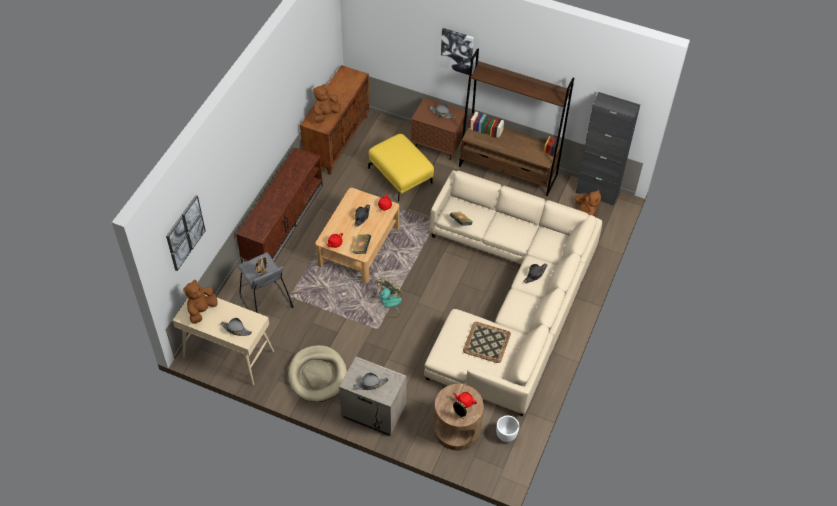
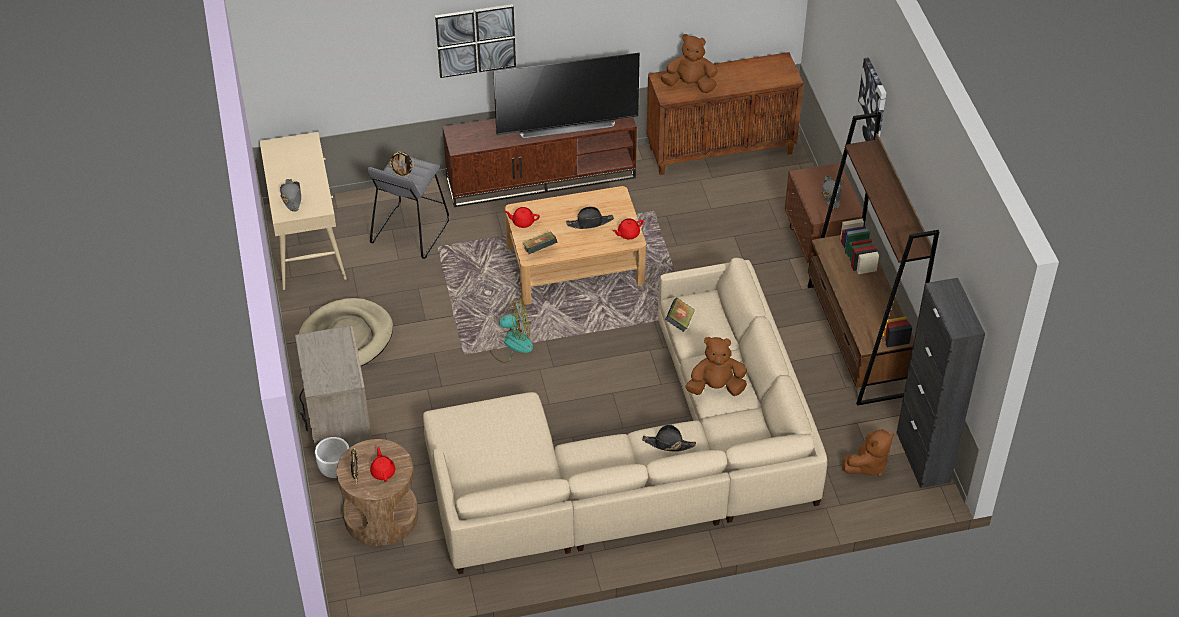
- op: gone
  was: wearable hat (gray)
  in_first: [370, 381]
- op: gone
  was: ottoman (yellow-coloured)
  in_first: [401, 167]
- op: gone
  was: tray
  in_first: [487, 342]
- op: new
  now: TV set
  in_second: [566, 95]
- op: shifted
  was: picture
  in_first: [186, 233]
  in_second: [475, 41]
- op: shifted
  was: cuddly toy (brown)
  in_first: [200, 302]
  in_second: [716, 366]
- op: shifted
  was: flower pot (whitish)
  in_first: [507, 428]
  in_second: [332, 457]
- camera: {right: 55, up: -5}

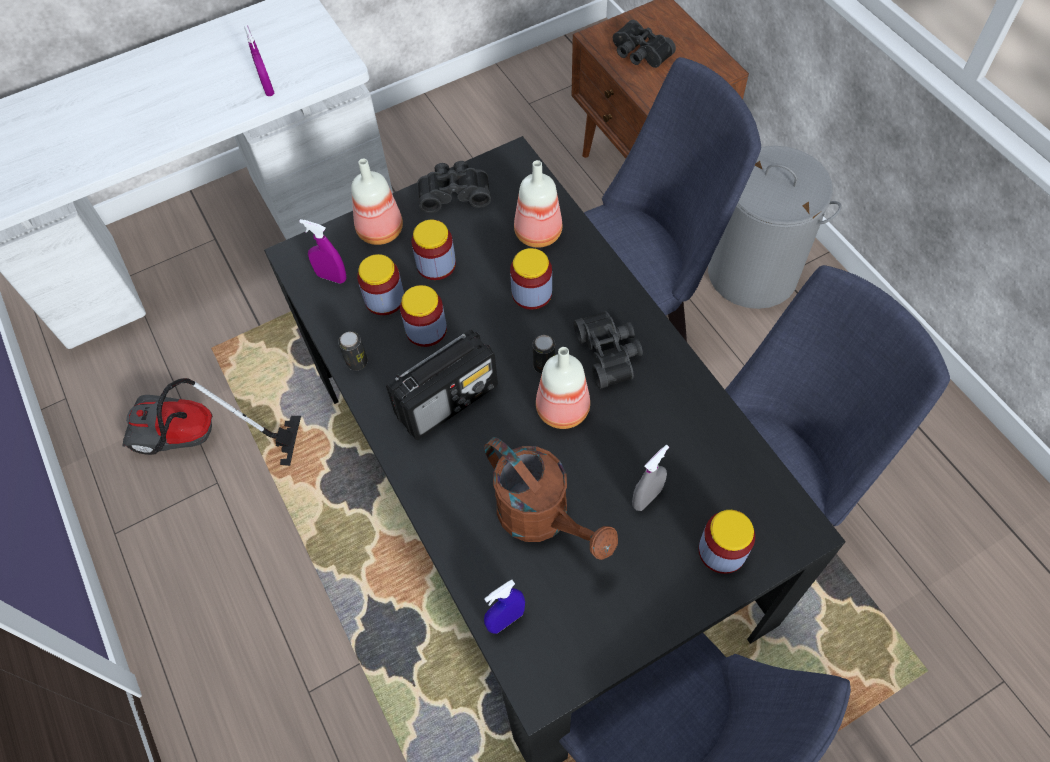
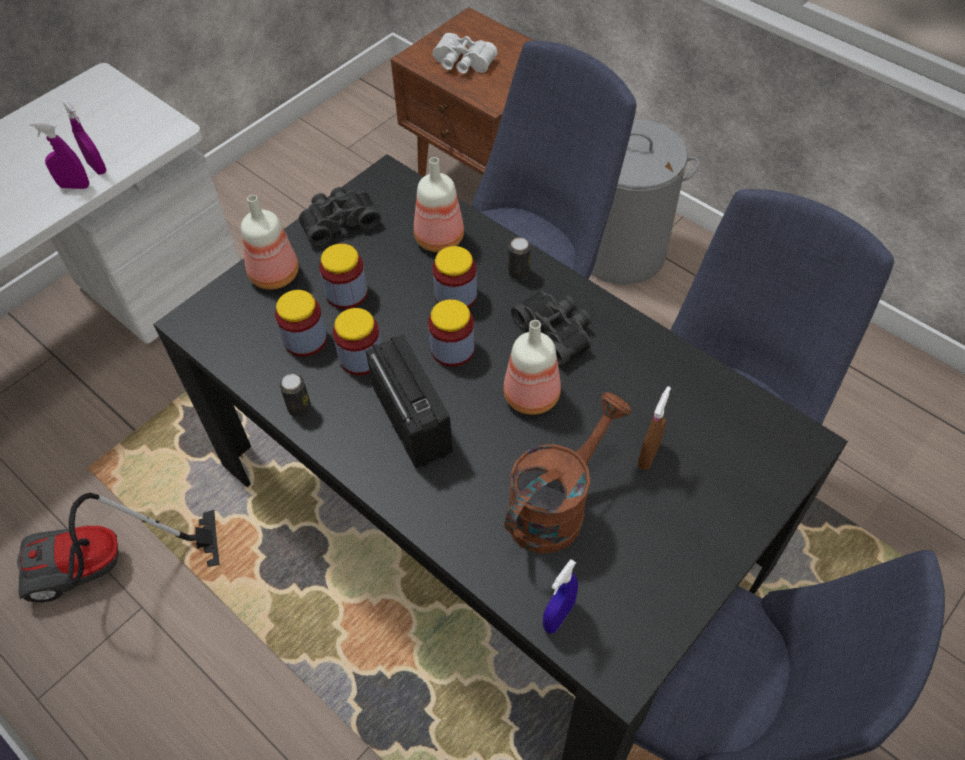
- op: shifted
  was: spray bottle (purplish)
  in_first: [323, 251]
  in_second: [59, 155]
- op: shifted
  was: metal can
  in_first: [544, 354]
  in_second: [519, 258]
- op: shifted
  was: preserve jar
  in_first: [726, 542]
  in_second: [451, 333]
- op: repainted
  was: pair of binoculars (black)
  now: pair of binoculars (whitish)
  in_first: [644, 44]
  in_second: [465, 53]
- op: repainted
  was: spray bottle (gray)
  now: spray bottle (brown)
  in_first: [650, 478]
  in_second: [654, 428]
- op: rotated
  was: radio receiver
  in_first: [442, 385]
  in_second: [409, 401]
  clockwise: -60
- op: rotated
  was: sprinkling can (brown)
  in_first: [551, 498]
  in_second: [567, 473]
  clockwise: -75
- camera: {right: -20, up: -5}

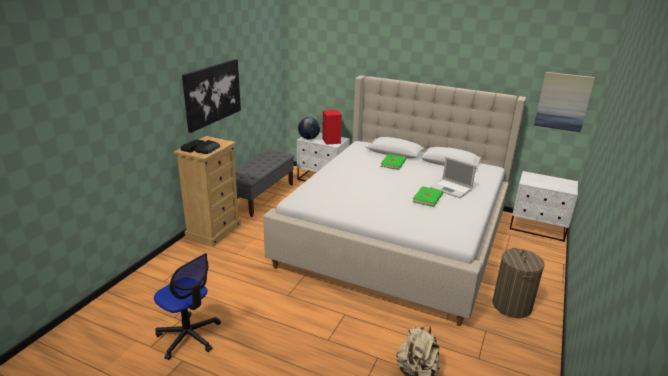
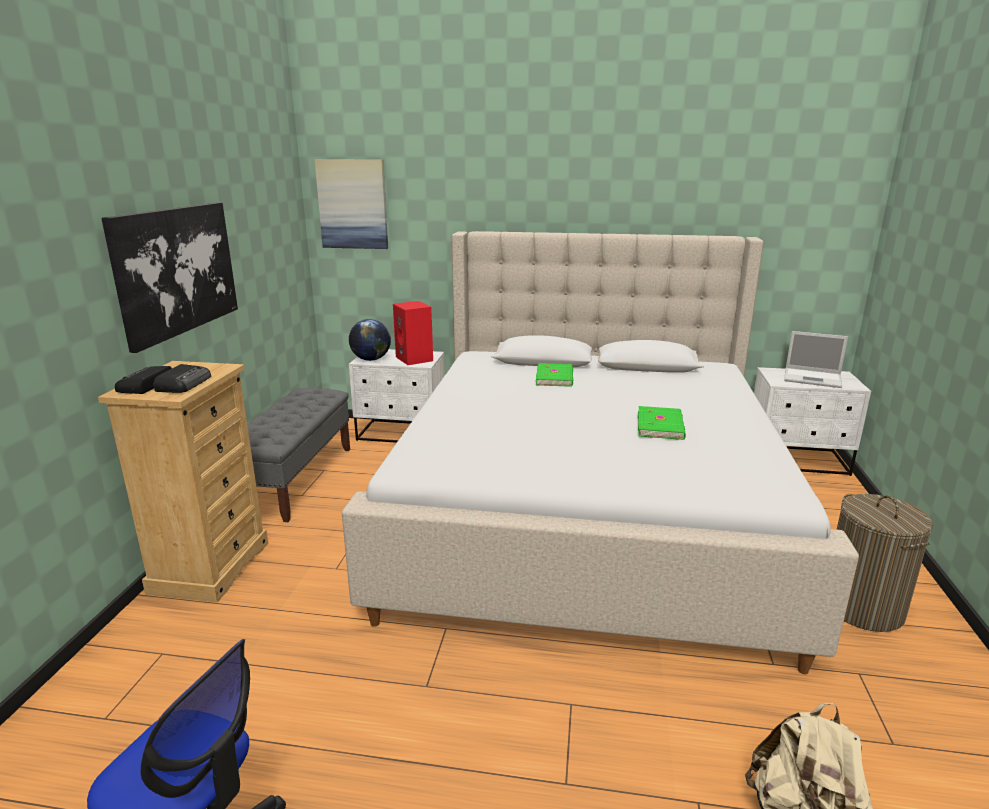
- op: shifted
  was: portable computer
  in_first: [453, 177]
  in_second: [816, 359]
- op: shifted
  was: picture
  in_first: [564, 102]
  in_second: [351, 204]
- camera: {right: -15, up: -5}

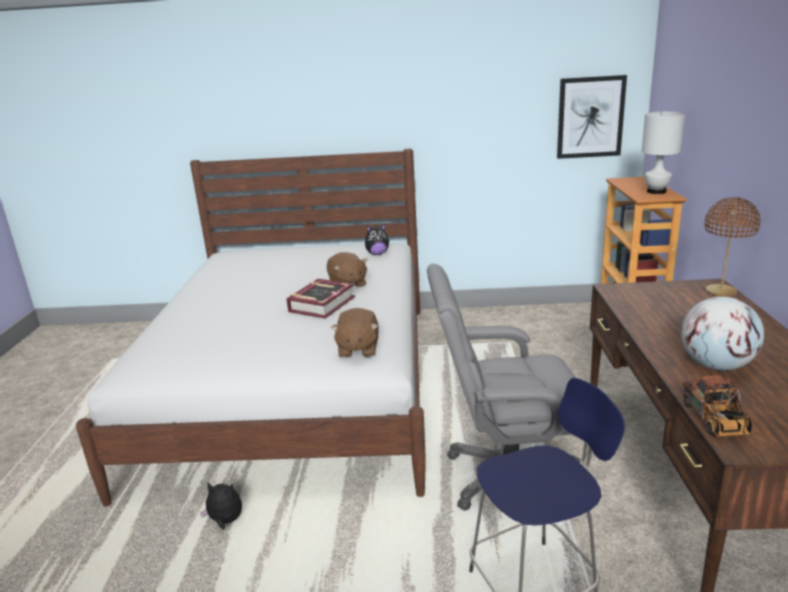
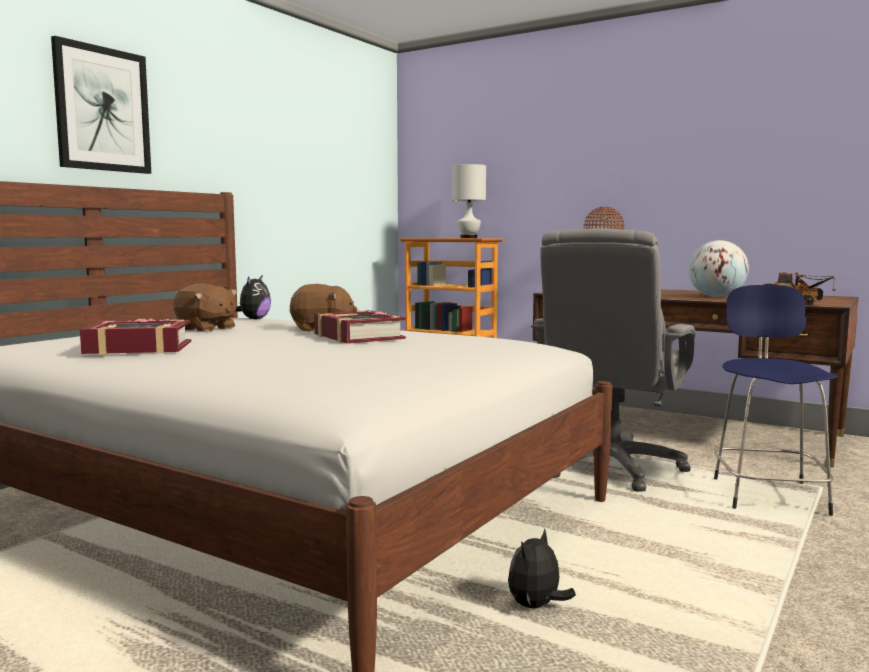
- op: new
  now: bound book
  in_second: [135, 336]
- op: shifted
  was: cuddly toy (brown)
  in_first: [355, 333]
  in_second: [205, 307]
- op: shifted
  was: picture
  in_first: [592, 117]
  in_second: [101, 105]
- camera: {right: -60, up: -15}

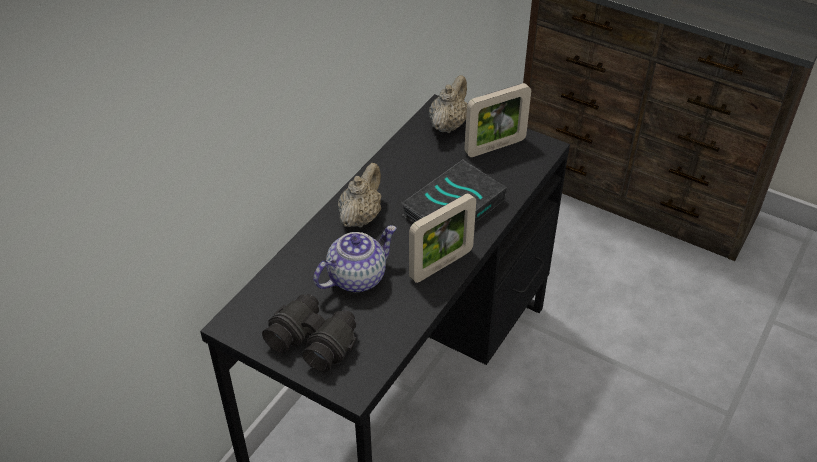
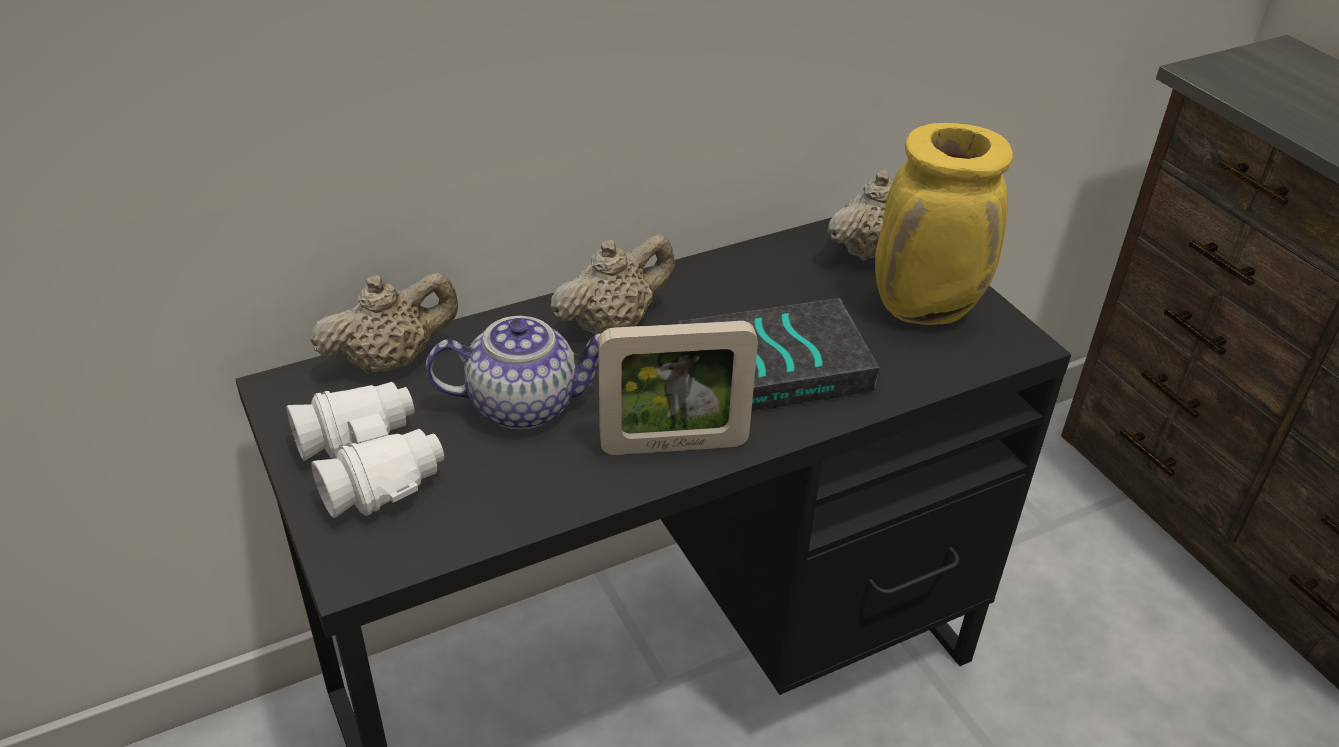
- op: new
  now: teapot (beige-coloured)
  in_second: [384, 324]
- op: swapped
  was: photo frame
  now: flower vase (yellow-coloured)
  in_first: [497, 120]
  in_second: [944, 224]
- op: repainted
  was: pair of binoculars (black)
  now: pair of binoculars (whitish)
  in_first: [309, 333]
  in_second: [365, 450]
- camera: {right: 30, up: -5}

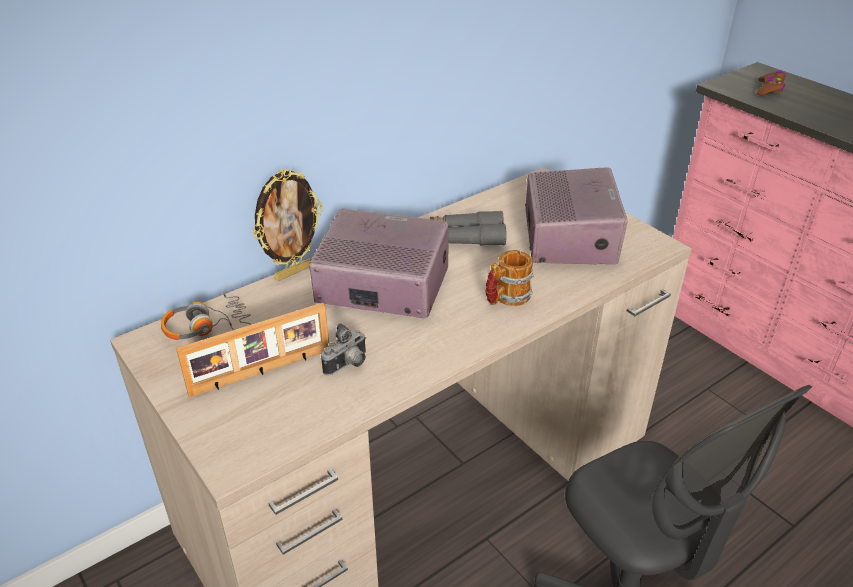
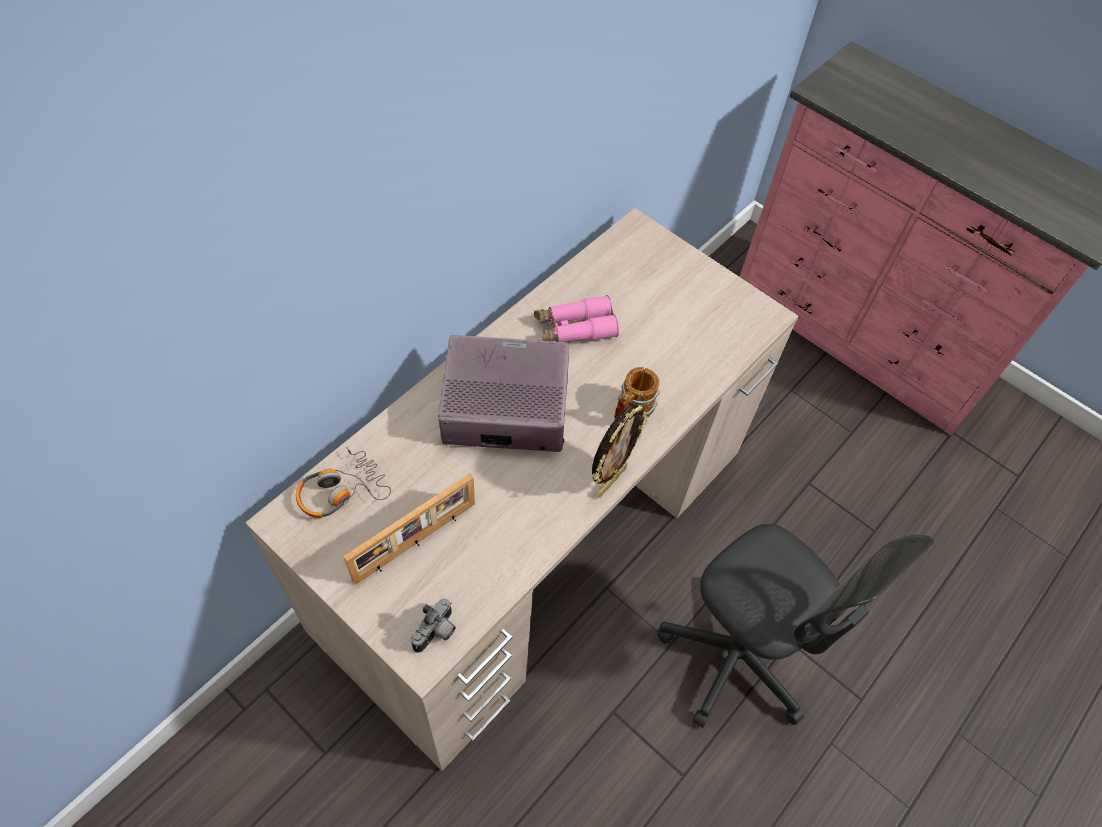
- op: gone
  was: radio receiver
  in_first: [576, 215]
- op: gone
  was: gamepad (brown)
  in_first: [771, 83]
- op: shifted
  was: photo frame
  in_first: [288, 225]
  in_second: [620, 451]
- op: shifted
  was: still camera
  in_first: [343, 349]
  in_second: [433, 626]
- op: repainted
  was: pair of binoculars (gray)
  now: pair of binoculars (pinkish)
  in_first: [468, 228]
  in_second: [576, 318]
- camera: {right: -15, up: 20}

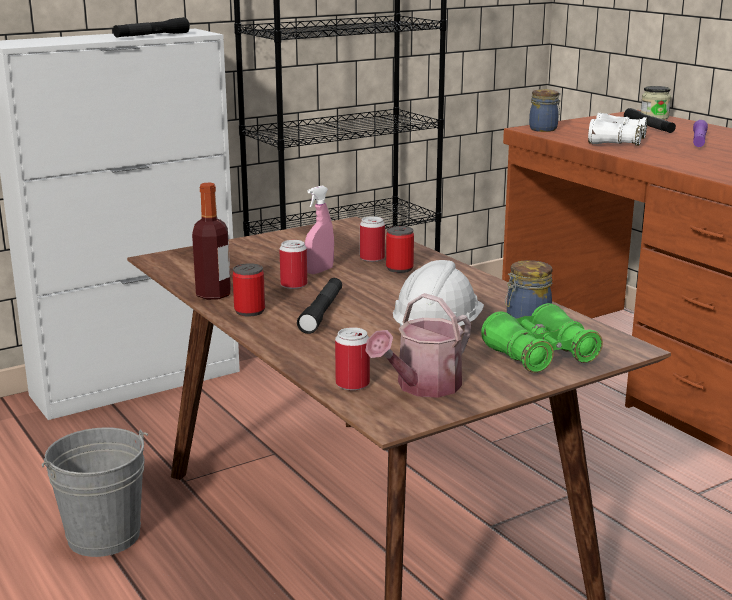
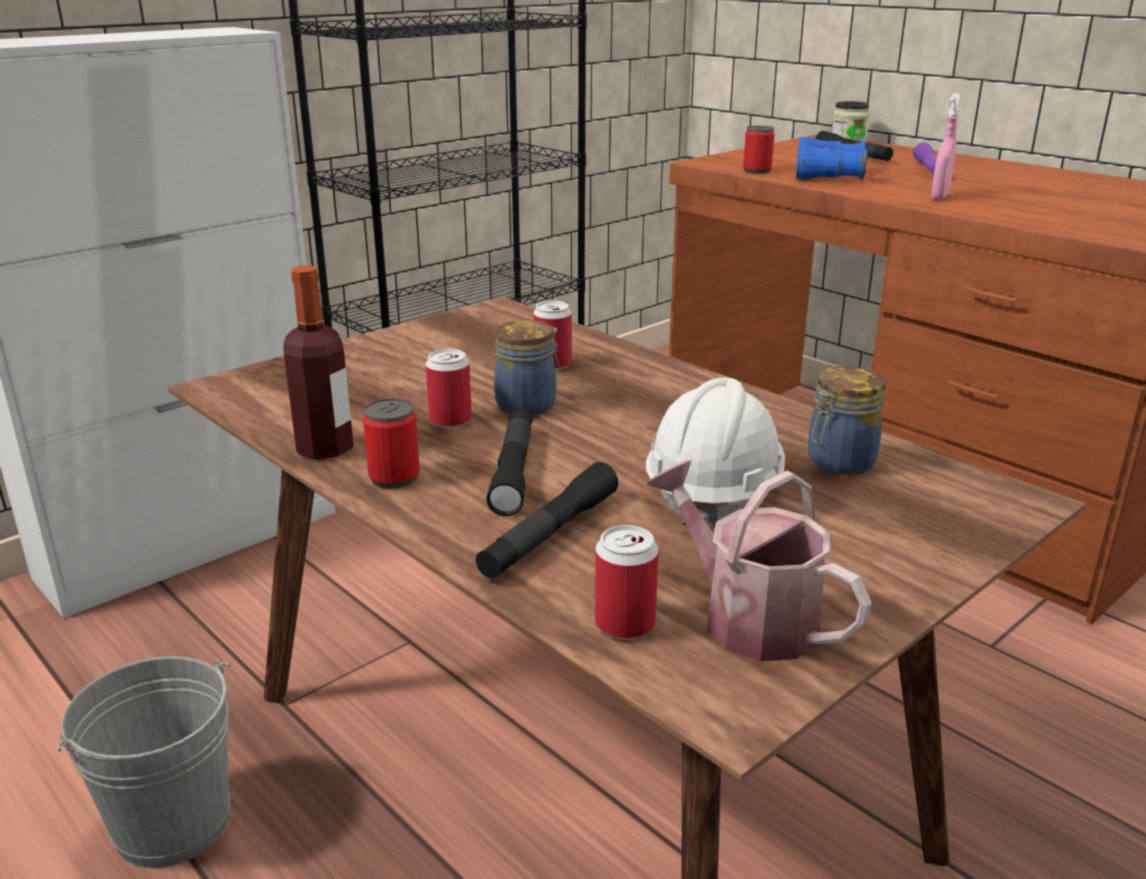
- op: gone
  was: pair of binoculars (green)
  in_first: [542, 338]
- op: shifted
  was: flashlight (black)
  in_first: [151, 27]
  in_second: [547, 520]
- op: shifted
  was: spray bottle (pinkish)
  in_first: [319, 230]
  in_second: [945, 146]
- op: shifted
  was: metal can
  in_first: [400, 249]
  in_second: [759, 150]
- op: shifted
  was: preserve jar
  in_first: [544, 110]
  in_second: [526, 368]
- op: repainted
  was: pair of binoculars (whitish)
  now: pair of binoculars (blue-coloured)
  in_first: [617, 129]
  in_second: [831, 158]
- op: rotated
  was: sprinkling can
  in_first: [418, 345]
  in_second: [759, 560]
  clockwise: 105
- camera: {right: -10, up: 5}

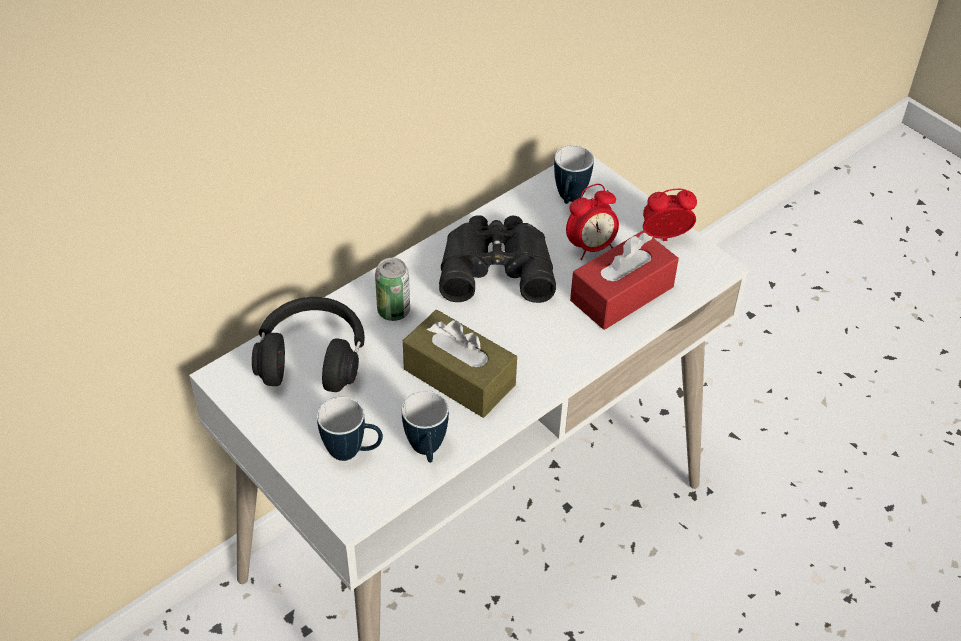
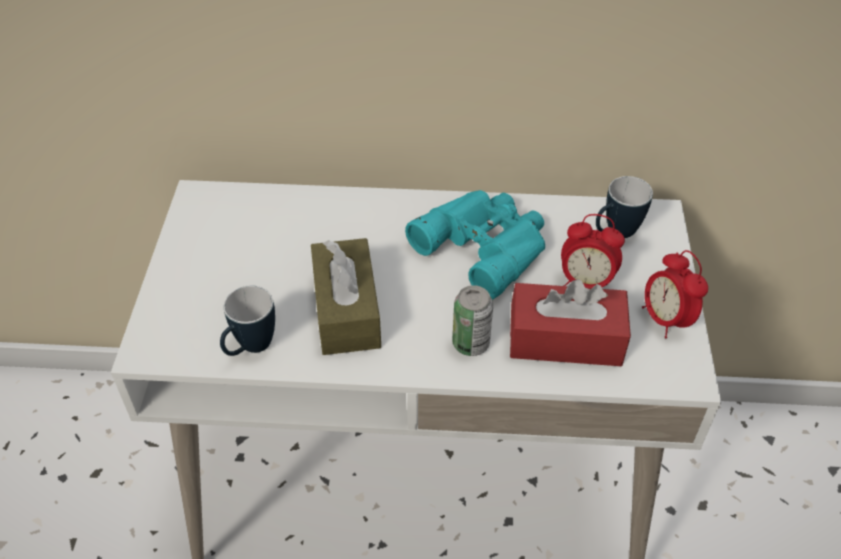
- op: gone
  was: headphones (black)
  in_first: [308, 344]
- op: gone
  was: coffee mug
  in_first: [350, 429]
- op: shifted
  was: metal can
  in_first: [392, 289]
  in_second: [472, 320]
- op: repainted
  was: pair of binoculars (black)
  now: pair of binoculars (blue-green)
  in_first: [497, 259]
  in_second: [475, 244]
- op: rotated
  was: bedside clock
  in_first: [670, 215]
  in_second: [675, 294]
  clockwise: -150
- camera: {right: 45, up: 0}

